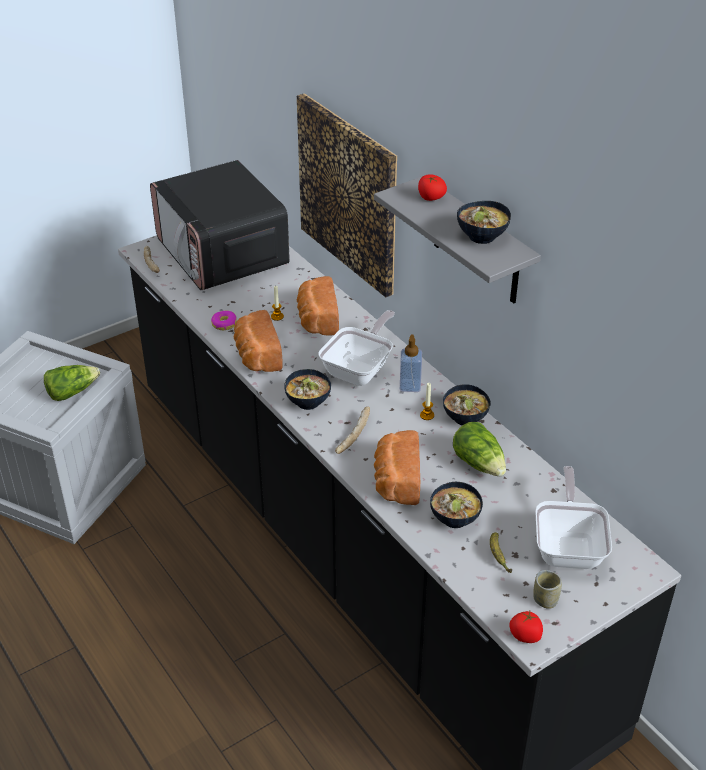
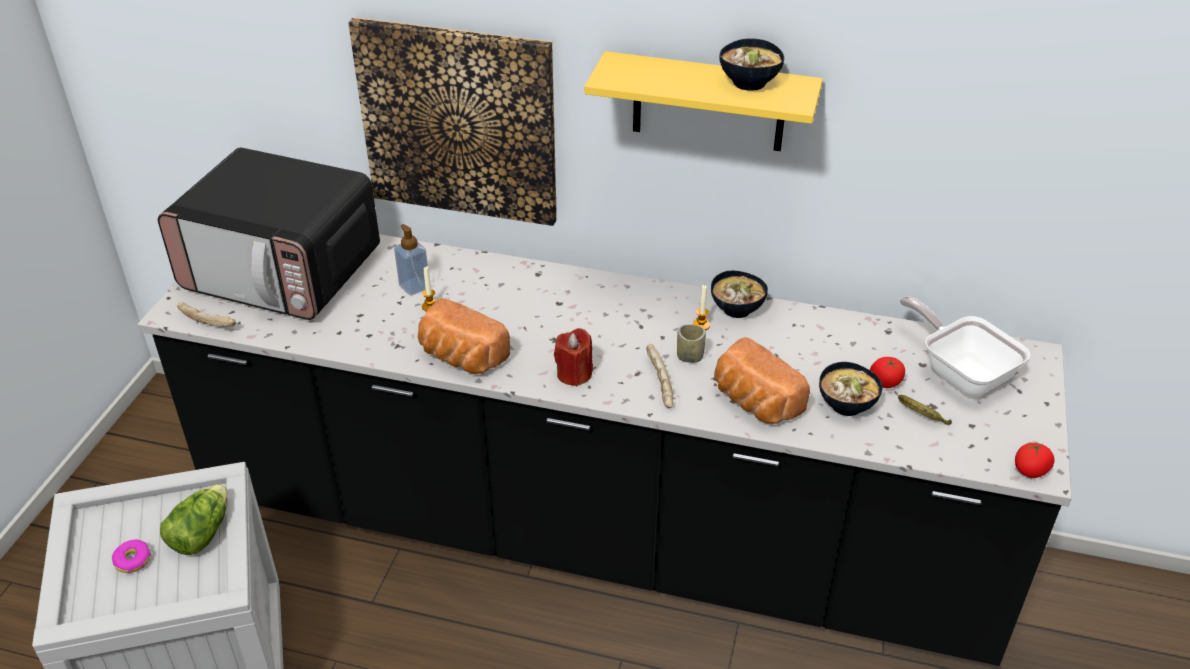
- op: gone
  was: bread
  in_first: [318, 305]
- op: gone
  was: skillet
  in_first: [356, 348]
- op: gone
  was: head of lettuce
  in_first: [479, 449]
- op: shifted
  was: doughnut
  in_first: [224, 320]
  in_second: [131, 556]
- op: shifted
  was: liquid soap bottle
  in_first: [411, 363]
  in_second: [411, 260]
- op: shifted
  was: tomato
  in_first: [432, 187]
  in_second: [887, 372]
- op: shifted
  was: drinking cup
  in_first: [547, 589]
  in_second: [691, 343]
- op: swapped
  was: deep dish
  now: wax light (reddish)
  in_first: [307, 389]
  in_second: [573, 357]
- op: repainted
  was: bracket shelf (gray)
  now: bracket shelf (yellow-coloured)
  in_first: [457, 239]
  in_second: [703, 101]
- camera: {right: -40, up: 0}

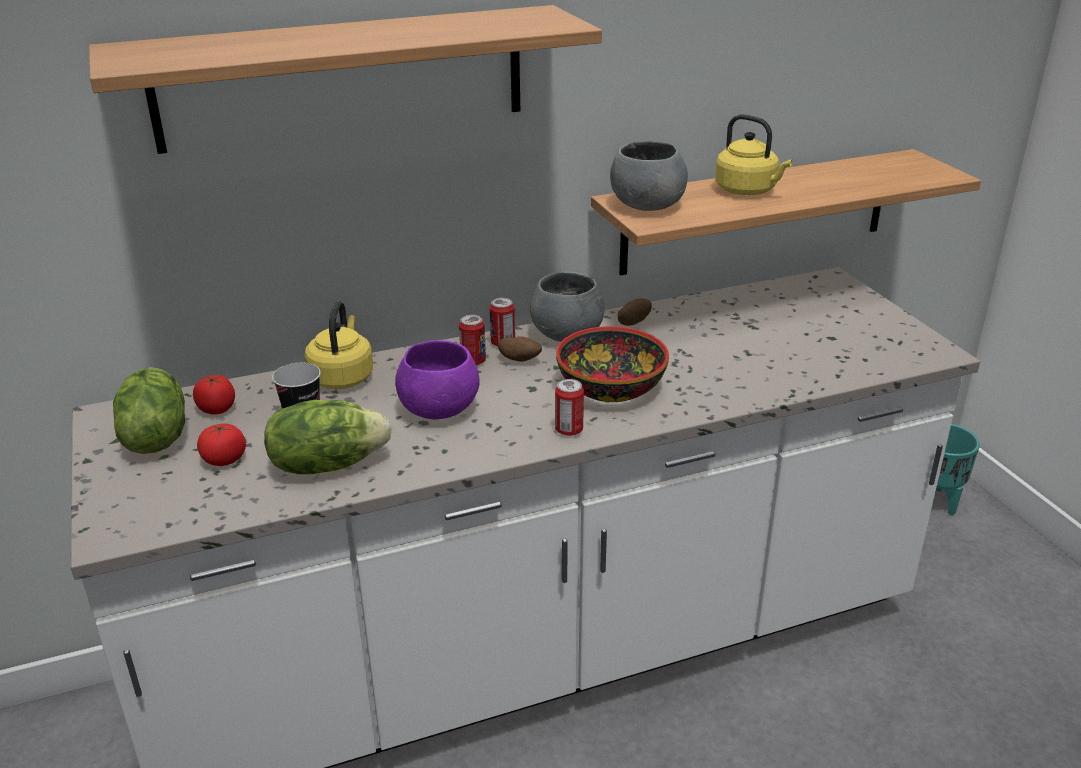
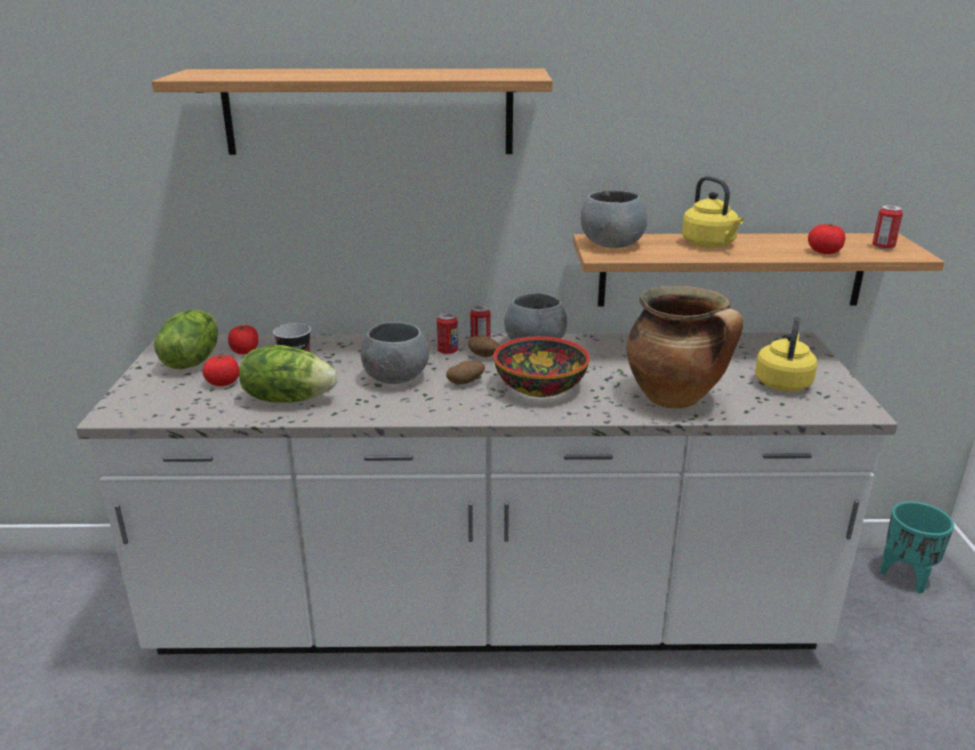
- op: new
  now: saucepot
  in_second: [685, 347]
- op: new
  now: tomato
  in_second: [826, 239]
- op: shifted
  was: water kettle (yellow-coloured)
  in_first: [339, 345]
  in_second: [786, 354]
- op: shifted
  was: metal can
  in_first: [569, 407]
  in_second: [887, 227]
- op: shifted
  was: spud
  in_first: [635, 312]
  in_second: [465, 372]
- op: repainted
  was: deep dish (purplish)
  now: deep dish (gray)
  in_first: [437, 380]
  in_second: [395, 353]
- camera: {right: 20, up: -5}

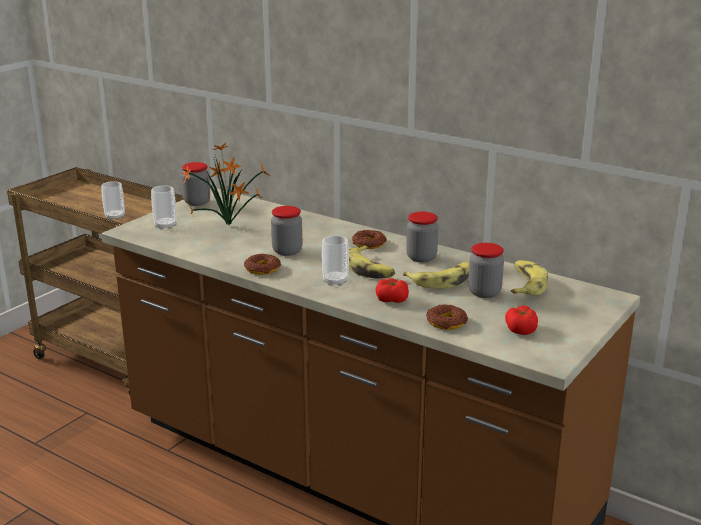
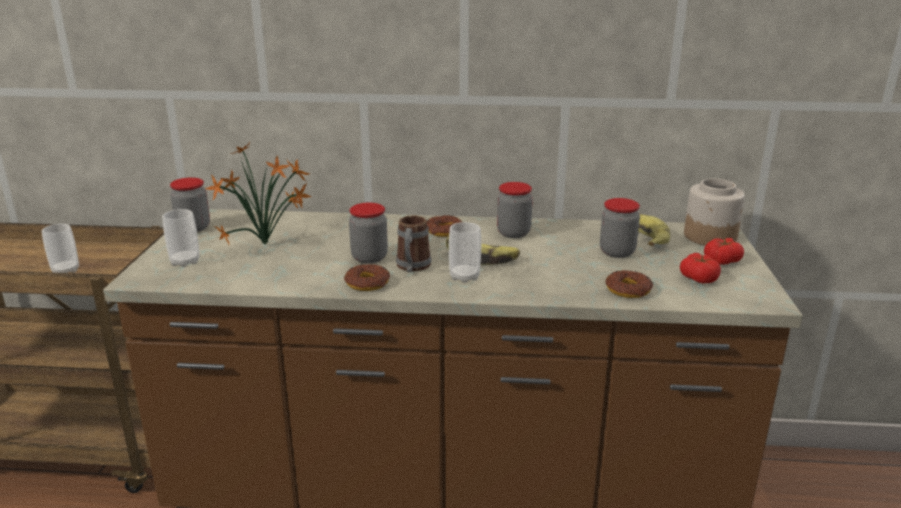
- op: gone
  was: whole banana
  in_first: [436, 275]
- op: new
  now: coffee mug
  in_second: [413, 243]
- op: new
  now: preserve jar
  in_second: [714, 212]
- op: shifted
  was: tomato
  in_first: [392, 290]
  in_second: [724, 251]
- camera: {right: -30, up: 0}

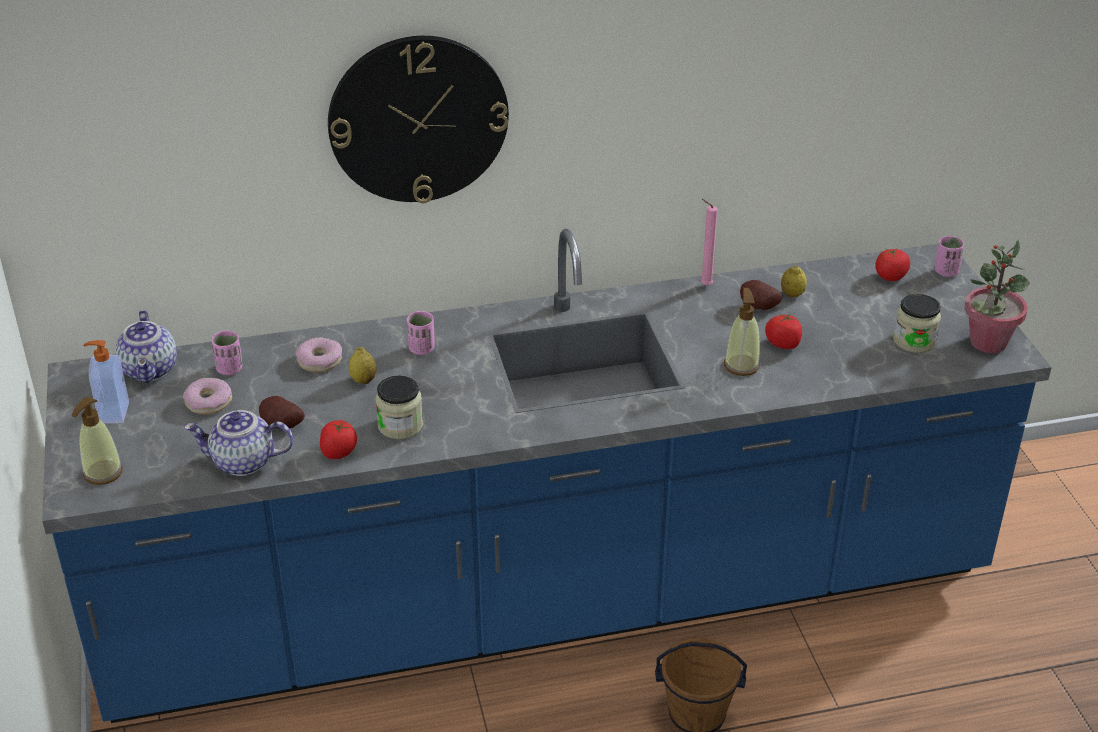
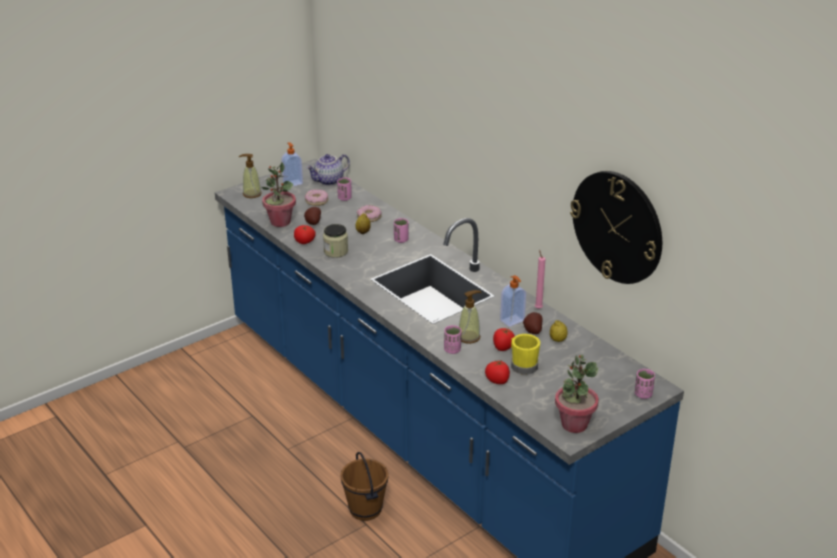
- op: gone
  was: preserve jar
  in_first: [917, 323]
- op: new
  now: drinking cup (pinkish)
  in_second: [453, 339]
- op: new
  now: liquid soap bottle
  in_second: [513, 301]
- op: new
  now: coffee mug (yellow-coloured)
  in_second: [525, 354]
- op: shifted
  was: clock on the wall
  in_first: [418, 119]
  in_second: [616, 227]
- op: shifted
  was: tomato
  in_first: [892, 264]
  in_second: [497, 371]
- op: swapped
  was: teapot
  now: potted plant
  in_first: [238, 443]
  in_second: [278, 194]
- camera: {right: 65, up: -5}

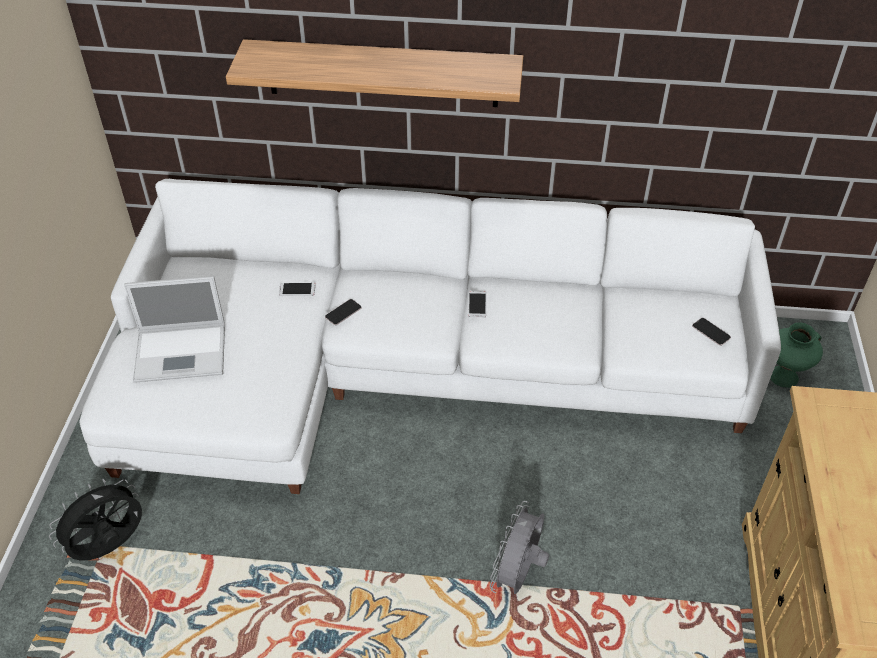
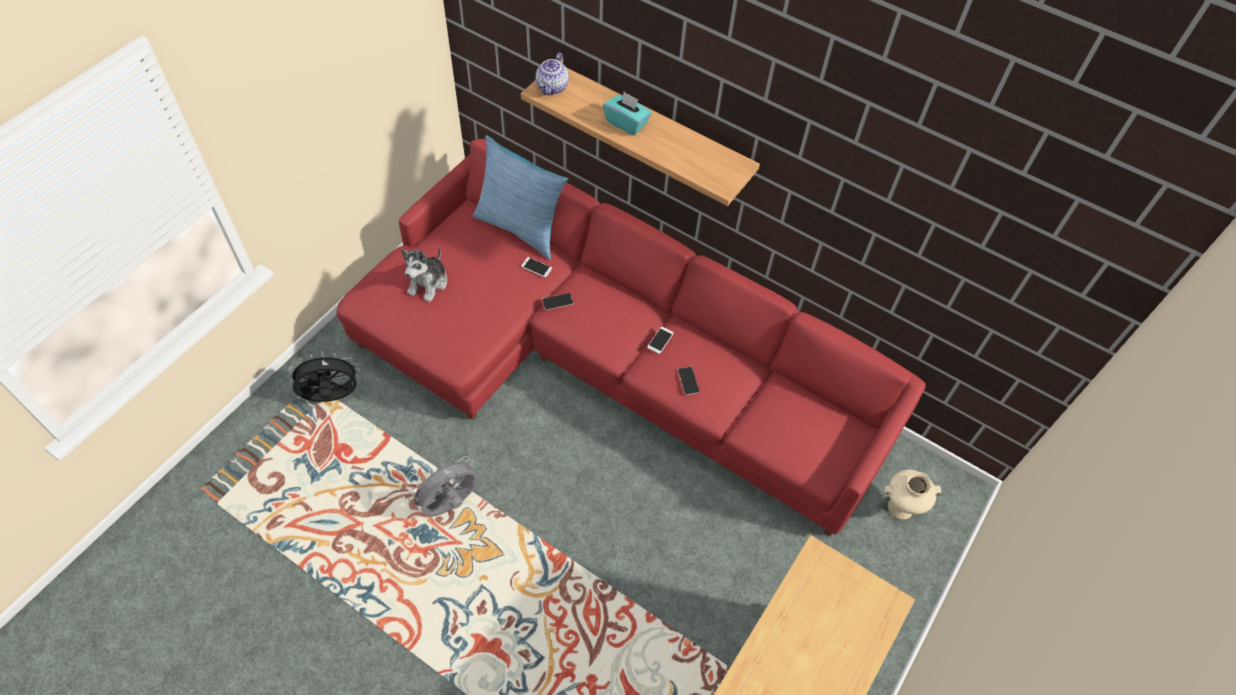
- op: new
  now: cushion
  in_second: [520, 197]
- op: new
  now: teapot
  in_second: [552, 74]
- op: new
  now: box of tissues (blue-green)
  in_second: [627, 114]
- op: shifted
  was: electric fan (gray)
  in_first: [519, 547]
  in_second: [443, 486]
- op: shifted
  was: telephone
  in_first: [711, 332]
  in_second: [688, 381]
- op: swapped
  was: portable computer
  now: cuddly toy
  in_first: [174, 329]
  in_second: [424, 274]
- op: repainted
  was: settee (whitish)
  now: settee (reddish)
  in_first: [430, 336]
  in_second: [631, 337]
- op: repainted
  was: flower vase (green)
  now: flower vase (beige-coloured)
  in_first: [796, 355]
  in_second: [912, 494]
- camera: {right: 25, up: 10}

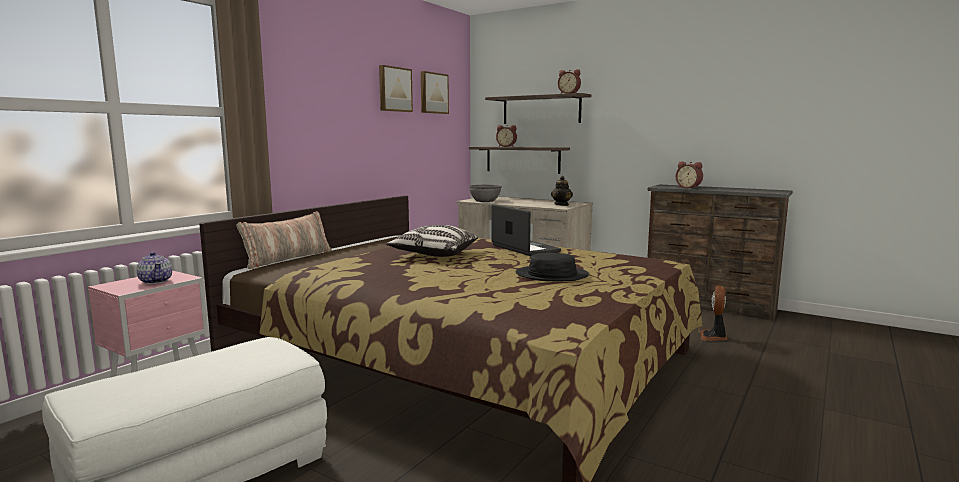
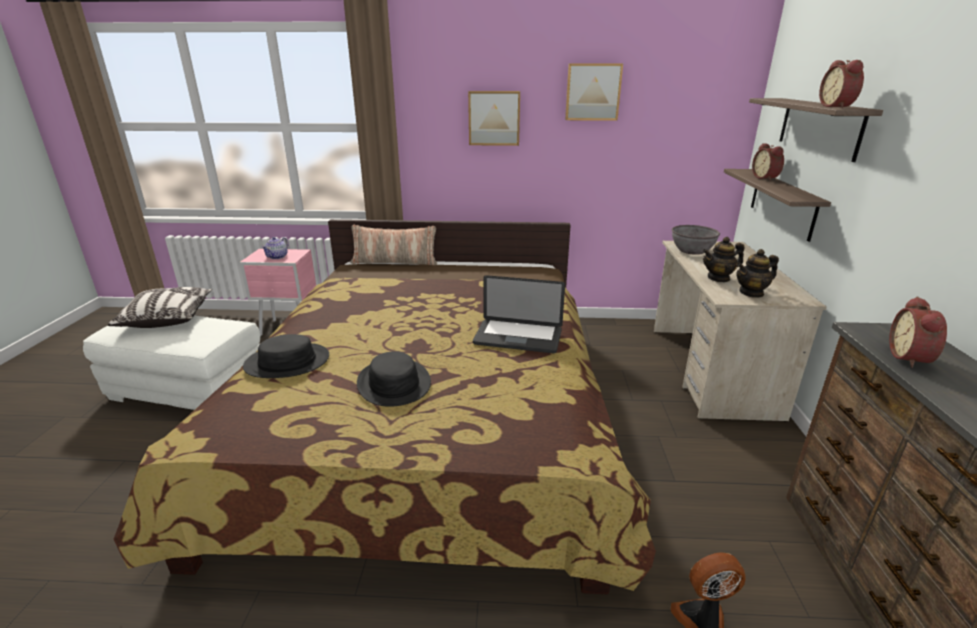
- op: new
  now: wearable hat (black)
  in_second: [286, 356]
- op: new
  now: teapot
  in_second: [724, 259]
- op: shifted
  was: cushion
  in_first: [432, 241]
  in_second: [160, 307]
- op: shifted
  was: picture
  in_first: [435, 92]
  in_second: [494, 118]
- op: rotated
  was: portable computer
  in_first: [526, 230]
  in_second: [519, 314]
  clockwise: 75
- camera: {right: 60, up: 15}

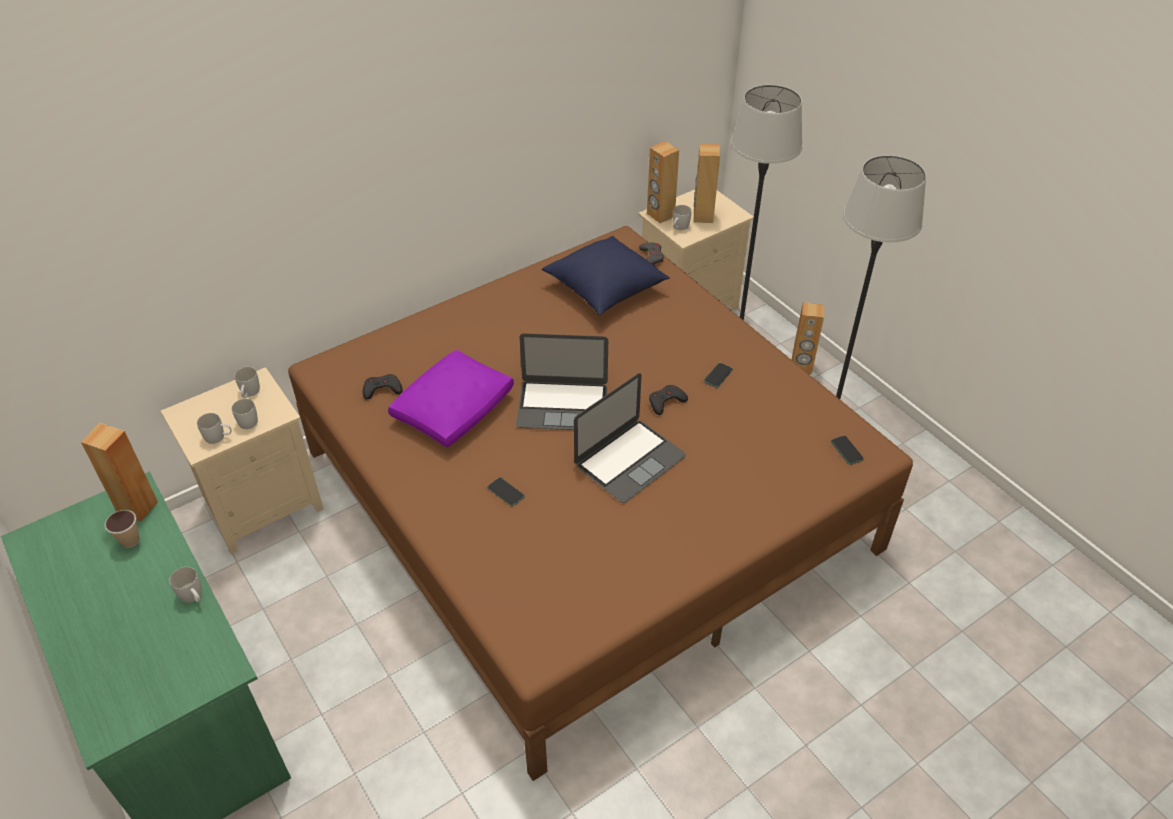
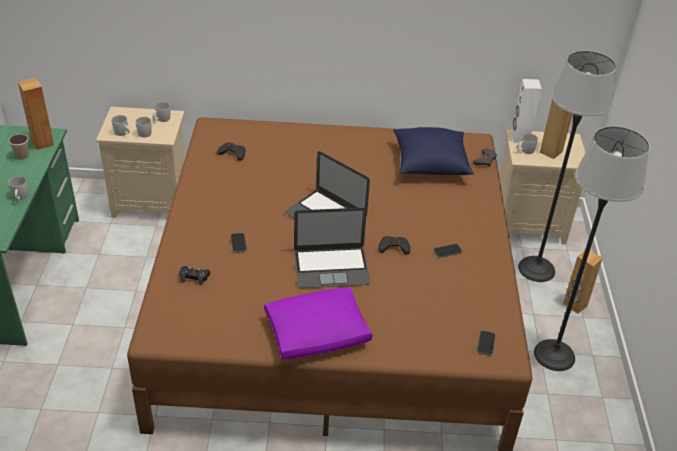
- op: new
  now: gamepad (black)
  in_second: [194, 275]
- op: shifted
  was: cushion (purplish)
  in_first: [451, 398]
  in_second: [318, 323]
- op: repainted
  was: speaker (brown)
  now: speaker (whitish)
  in_first: [663, 182]
  in_second: [526, 111]
- camera: {right: 35, up: -5}

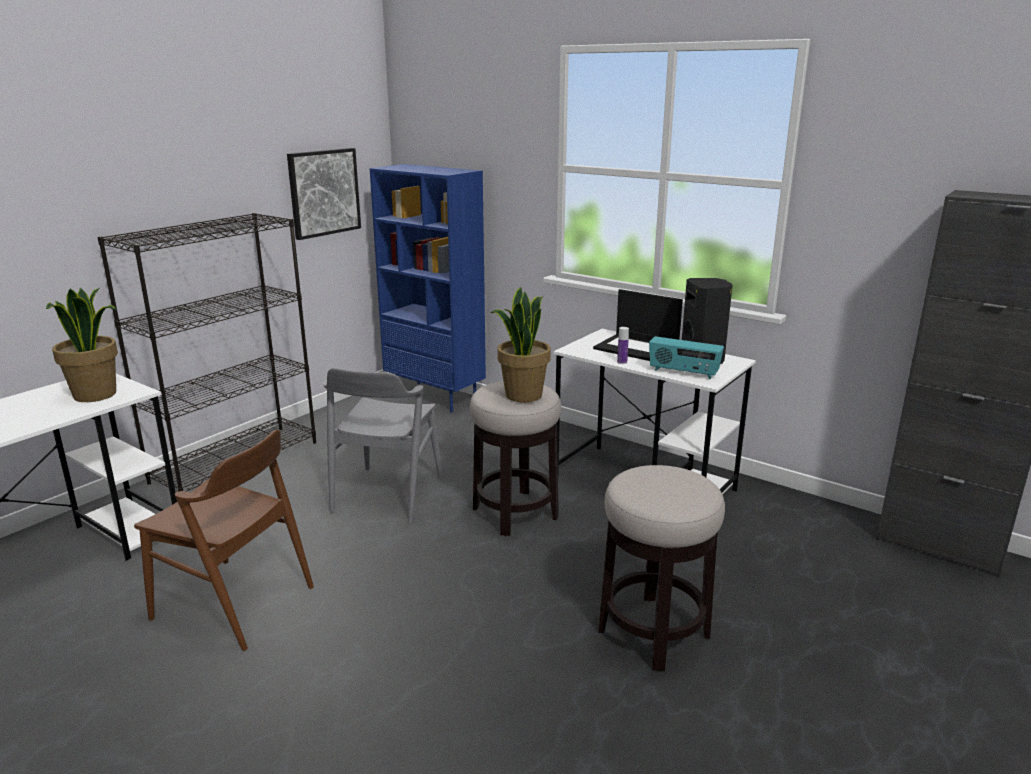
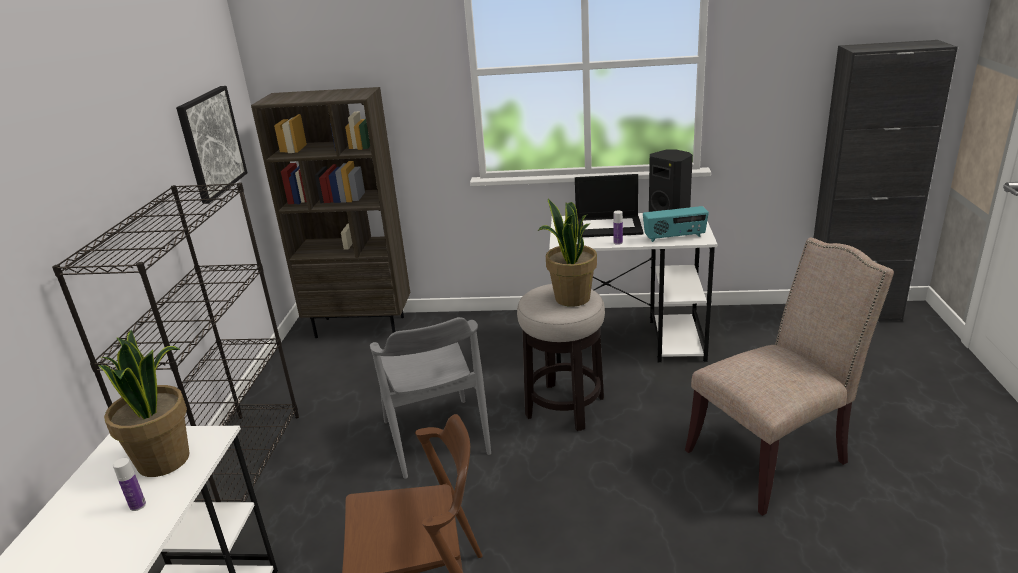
- op: new
  now: drink bottle
  in_second: [129, 484]
- op: swapped
  was: stool
  now: upright chair (beige-coloured)
  in_first: [661, 568]
  in_second: [789, 377]
- op: repainted
  was: bookcase (blue-coloured)
  now: bookcase (brown)
  in_first: [428, 288]
  in_second: [330, 212]
- camera: {right: -30, up: 5}

